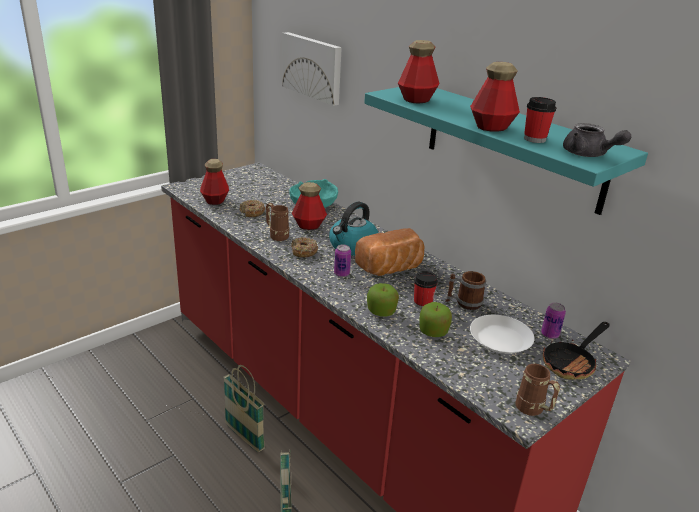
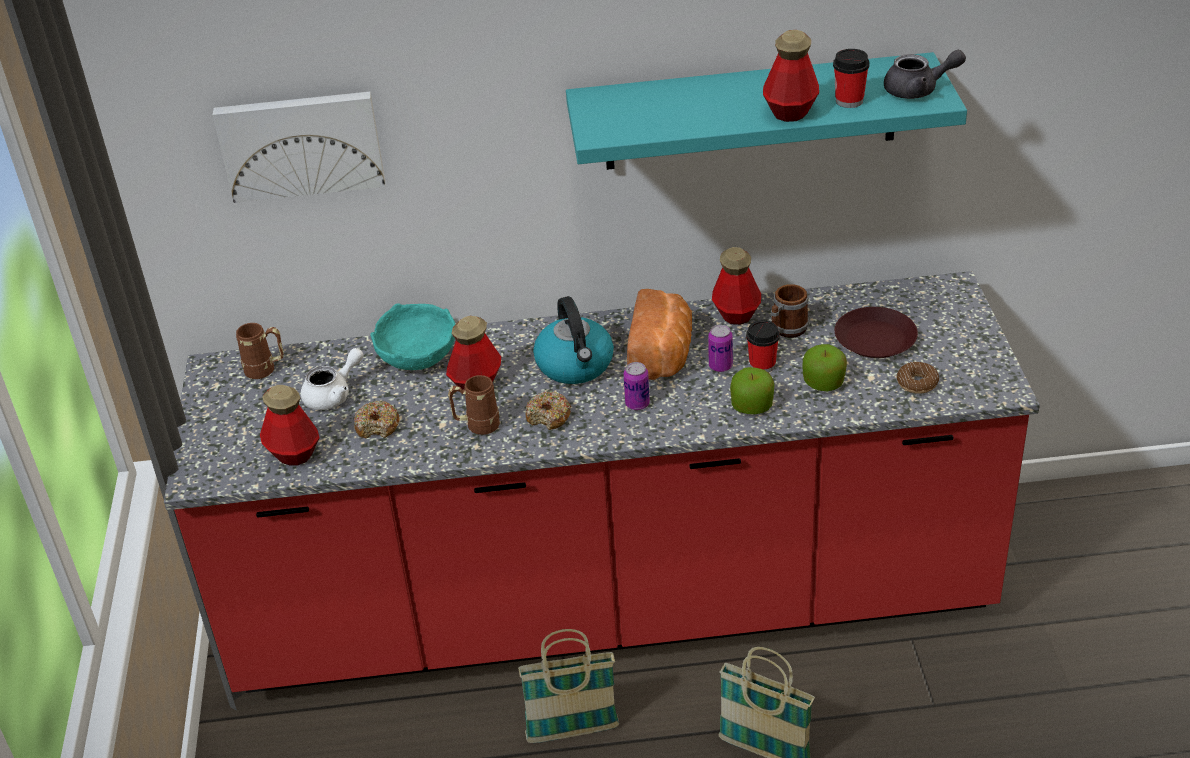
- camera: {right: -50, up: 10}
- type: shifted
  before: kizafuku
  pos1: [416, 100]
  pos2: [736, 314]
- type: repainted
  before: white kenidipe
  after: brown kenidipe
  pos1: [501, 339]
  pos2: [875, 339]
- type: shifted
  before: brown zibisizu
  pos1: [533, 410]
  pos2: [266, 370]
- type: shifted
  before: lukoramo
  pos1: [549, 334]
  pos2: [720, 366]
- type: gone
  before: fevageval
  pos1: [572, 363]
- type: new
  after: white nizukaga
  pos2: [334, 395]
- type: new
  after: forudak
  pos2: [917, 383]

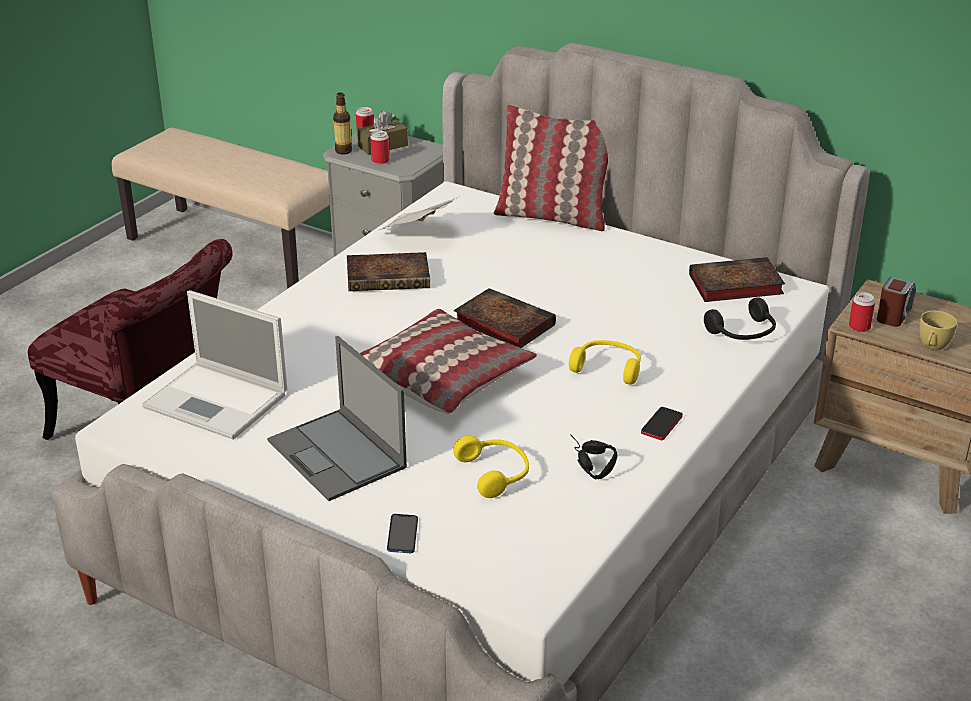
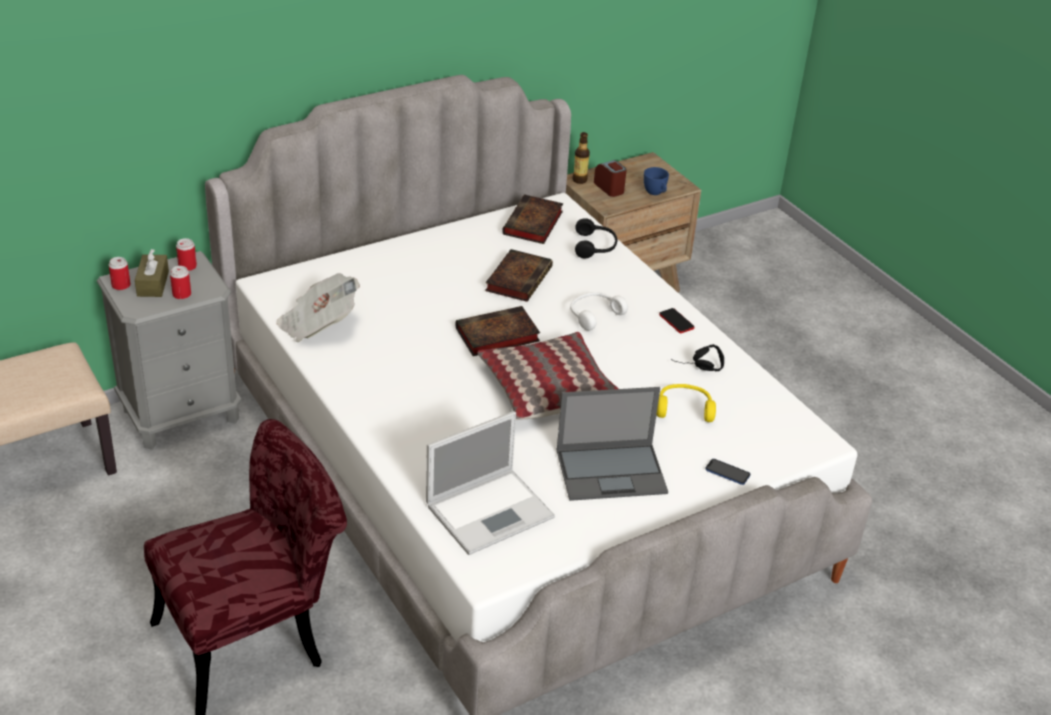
- camera: {right: -65, up: 5}
- type: shifted
  before: kizafuku
  pos1: [343, 151]
  pos2: [579, 180]
- type: shifted
  before: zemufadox
  pos1: [390, 277]
  pos2: [518, 278]
- type: gone
  before: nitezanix
  pos1: [552, 216]
- type: repainted
  before: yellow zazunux
  after: white zazunux
  pos1: [608, 368]
  pos2: [594, 315]
- type: shifted
  before: lukoramo
  pos1: [859, 327]
  pos2: [187, 267]
- type: repainted
  before: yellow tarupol
  after: blue tarupol
  pos1: [932, 347]
  pos2: [655, 193]

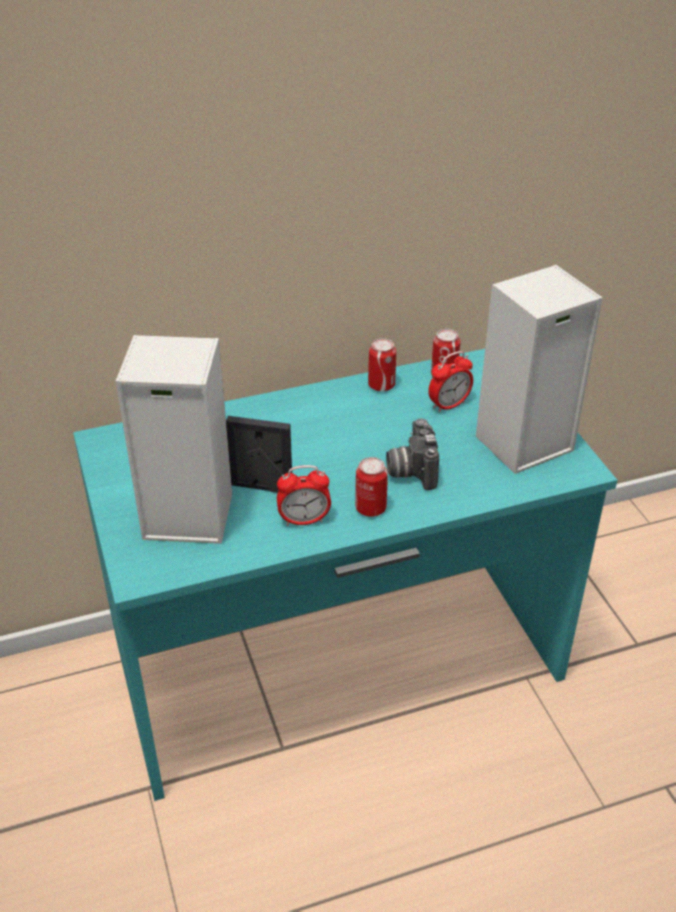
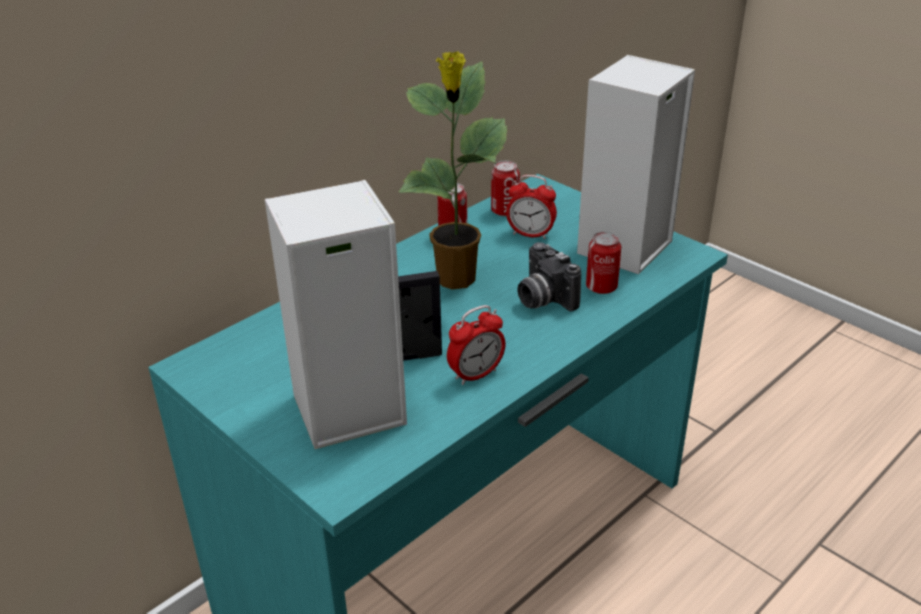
- camera: {right: -25, up: -5}
- type: shifted
  before: lukoramo
  pos1: [370, 508]
  pos2: [601, 287]
- type: rotated
  before: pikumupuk
  pos1: [449, 405]
  pos2: [530, 234]
  turn: 75
- type: new
  after: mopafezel
  pos2: [456, 280]

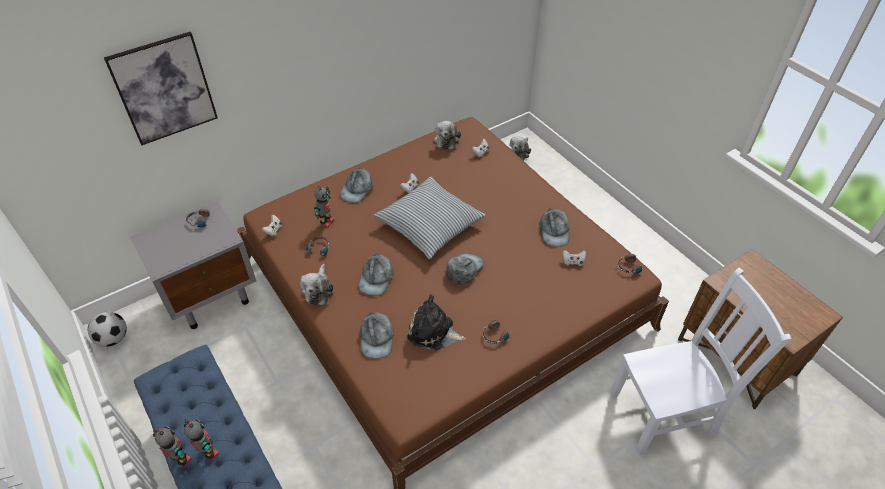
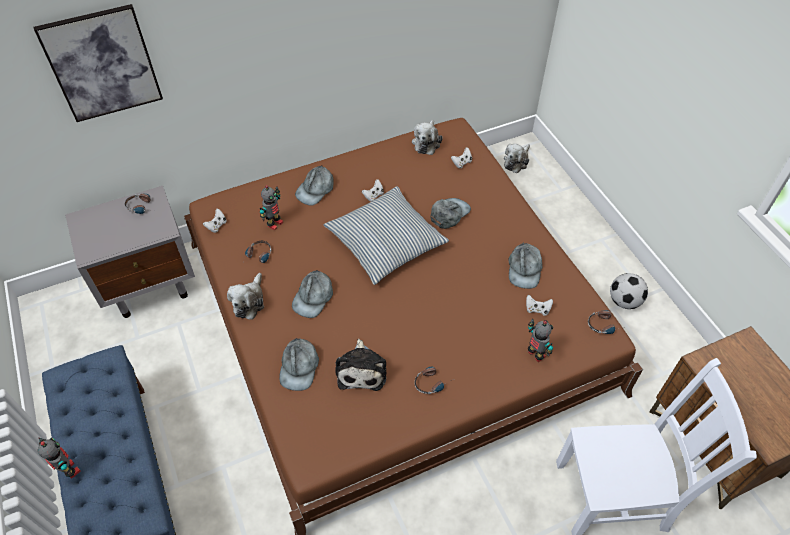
- camera: {right: 10, up: 5}
- type: shifted
  before: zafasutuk
  pos1: [113, 338]
  pos2: [624, 301]
- type: shifted
  before: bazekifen
  pos1: [208, 453]
  pos2: [535, 355]
- type: rotated
  before: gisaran
  pos1: [433, 332]
  pos2: [362, 370]
  turn: -120
- type: shifted
  before: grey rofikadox
  pos1: [463, 269]
  pos2: [449, 213]

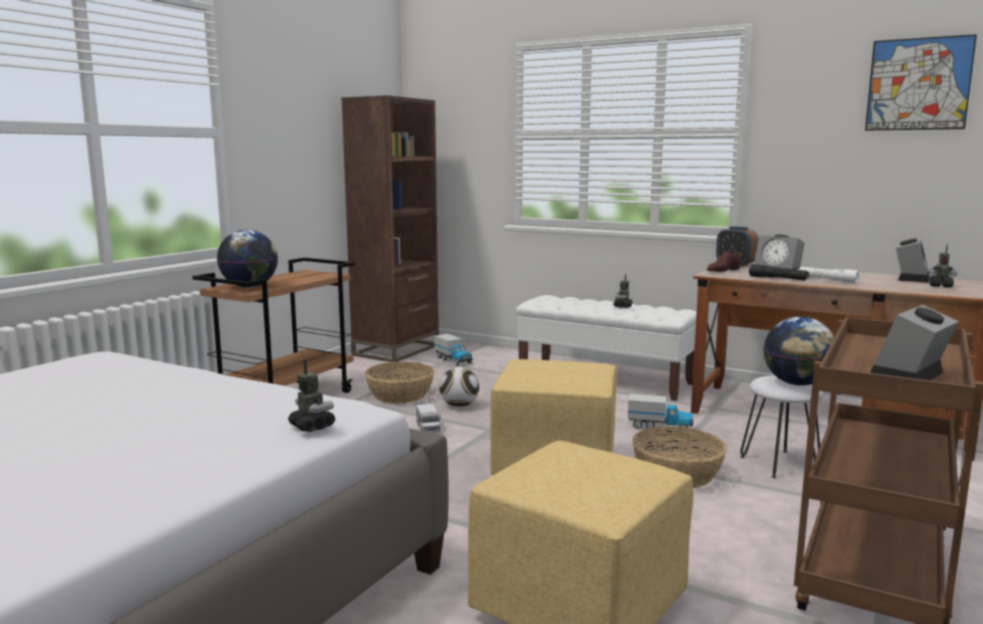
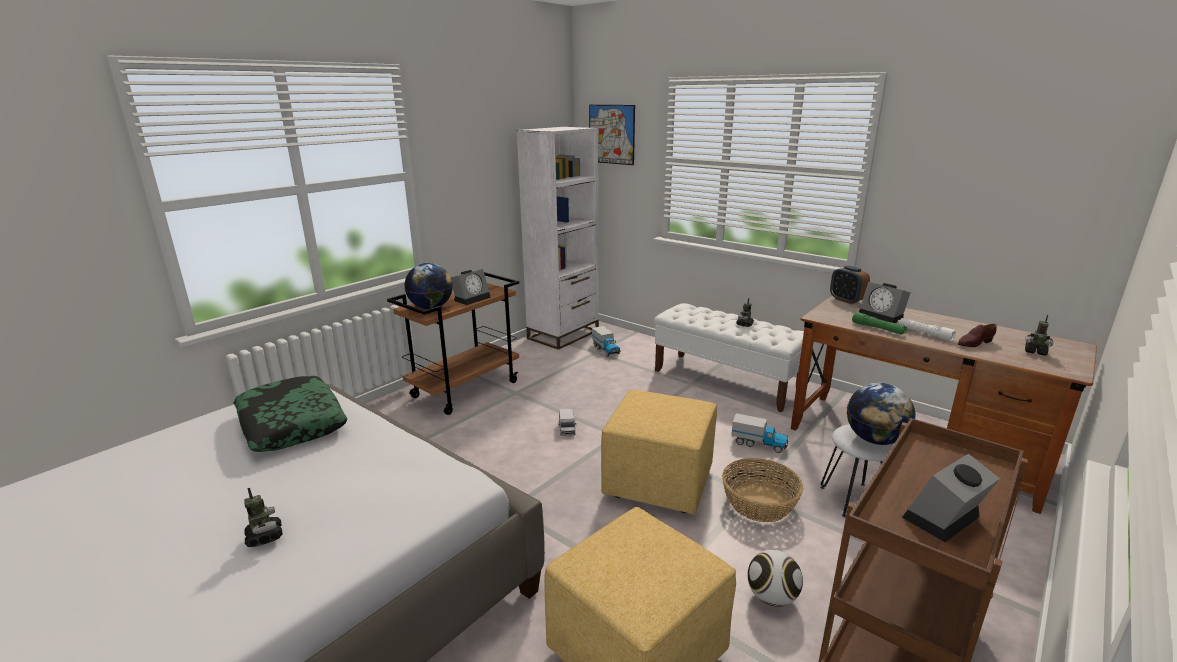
- camera: {right: 10, up: 10}
- type: shifted
  before: bazekifen
  pos1: [312, 426]
  pos2: [264, 537]
- type: repainted
  before: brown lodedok
  after: white lodedok
  pos1: [396, 350]
  pos2: [563, 334]
- type: gone
  before: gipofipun
  pos1: [400, 395]
- type: shifted
  before: zafasutuk
  pos1: [459, 405]
  pos2: [772, 597]
- type: shifted
  before: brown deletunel
  pos1: [723, 270]
  pos2: [974, 343]
- type: repainted
  before: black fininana
  after: green fininana
  pos1: [778, 279]
  pos2: [878, 328]
- type: shifted
  before: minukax
  pos1: [918, 84]
  pos2: [611, 134]
- type: shifted
  before: pikumupuk
  pos1: [911, 278]
  pos2: [472, 298]
- type: new
  after: nitezanix
  pos2: [291, 423]

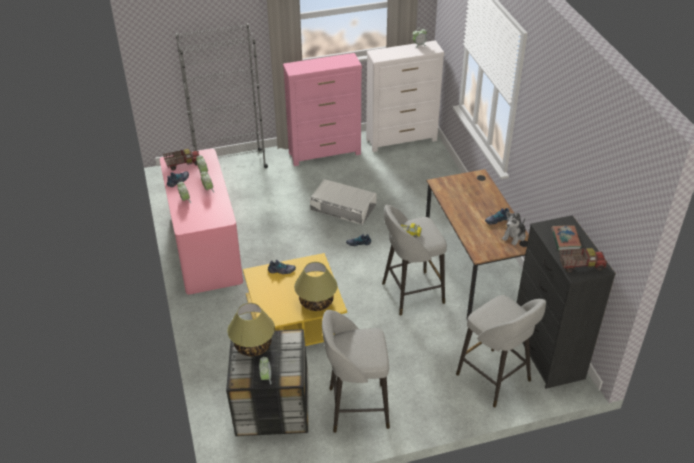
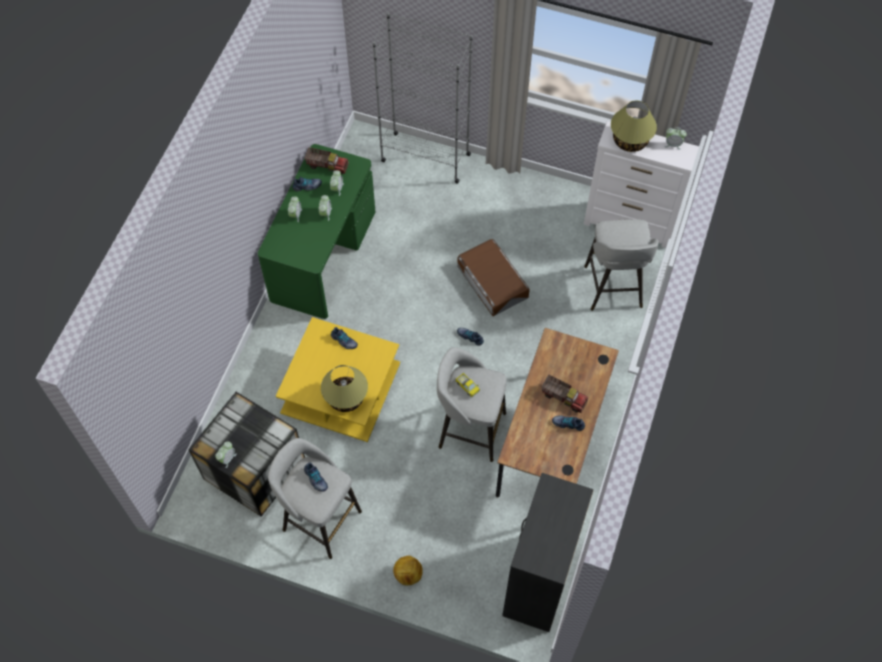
- camera: {right: 35, up: 20}
- type: repainted
  before: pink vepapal
  after: green vepapal
  pos1: [204, 249]
  pos2: [323, 255]
- type: shifted
  before: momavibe
  pos1: [253, 346]
  pos2: [629, 141]
- type: gone
  before: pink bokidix
  pos1: [325, 153]
- type: repainted
  before: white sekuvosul
  after: brown sekuvosul
  pos1: [343, 206]
  pos2: [492, 281]
- type: shifted
  before: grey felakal
  pos1: [495, 379]
  pos2: [613, 288]
- type: gone
  before: gisaran
  pos1: [514, 236]
- type: gone
  before: zemufadox
  pos1: [565, 240]
- type: shifted
  before: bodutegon
  pos1: [580, 265]
  pos2: [563, 397]
- type: new
  after: deletunel
  pos2: [315, 479]
- type: new
  after: zafasutuk
  pos2: [408, 574]

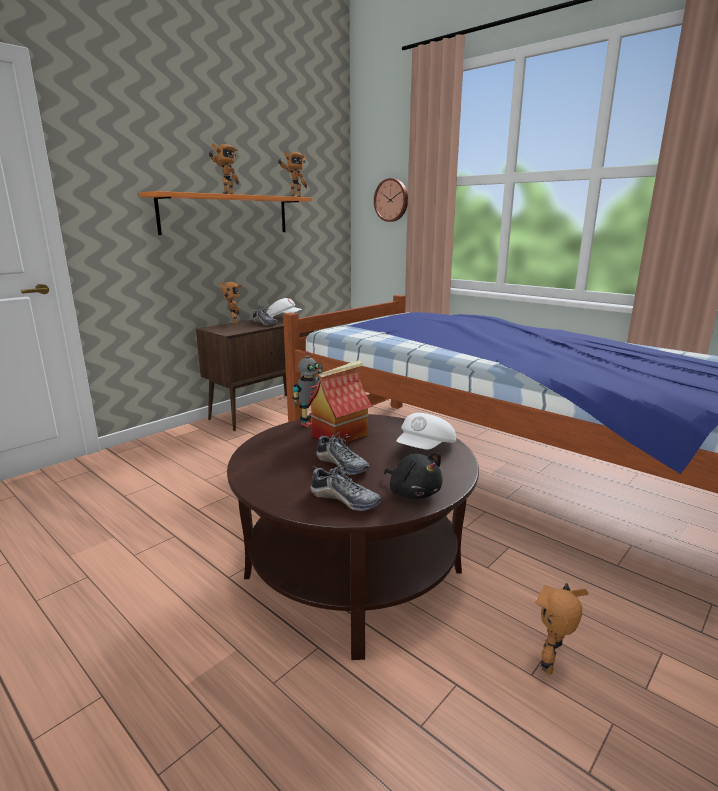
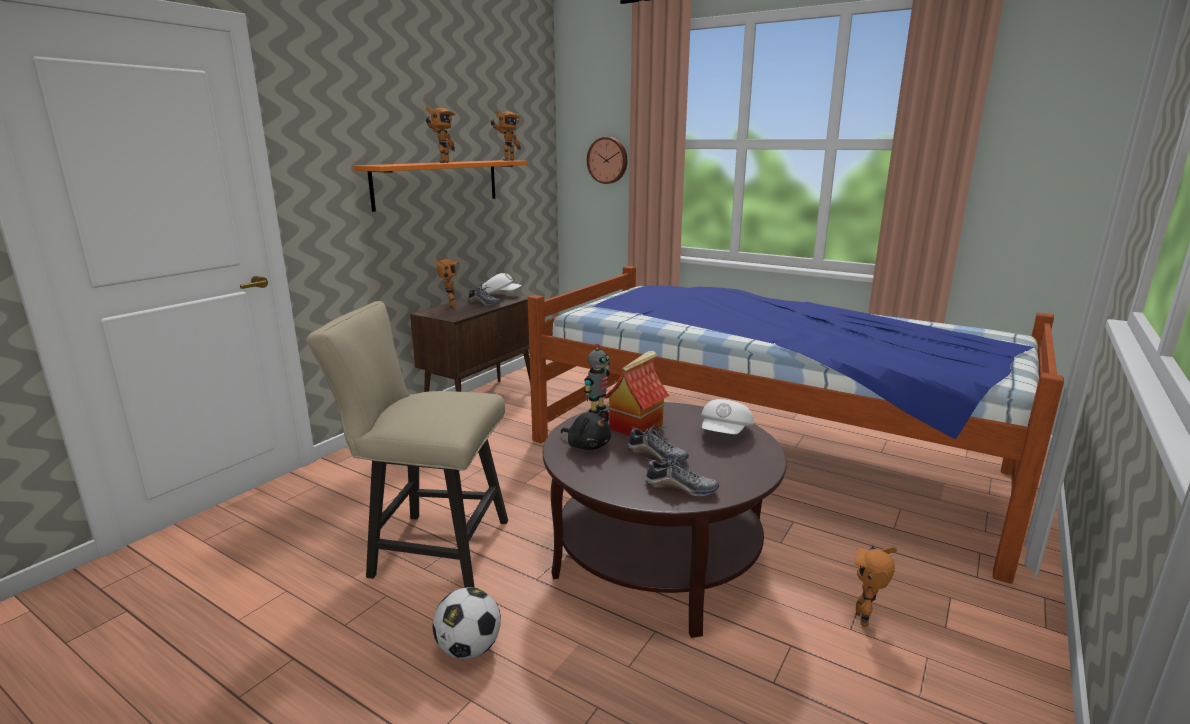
- camera: {right: -10, up: 0}
- type: shifted
  before: black gisaran
  pos1: [413, 492]
  pos2: [587, 445]
- type: new
  after: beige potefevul
  pos2: [430, 548]
- type: new
  after: zafasutuk
  pos2: [469, 649]

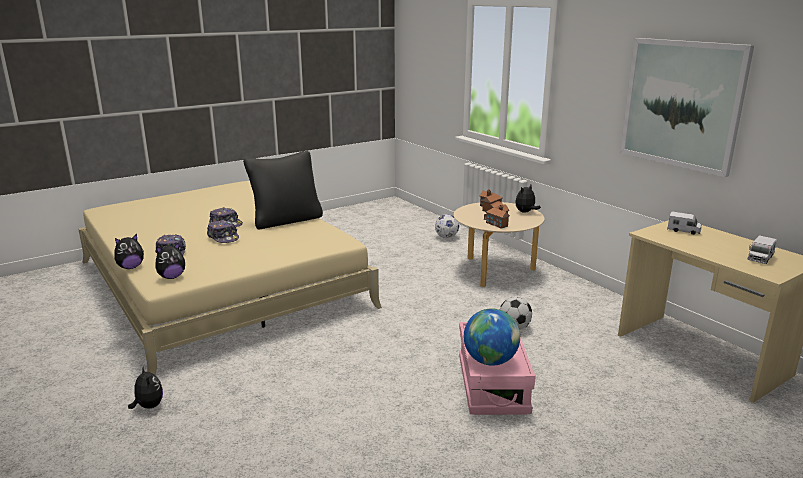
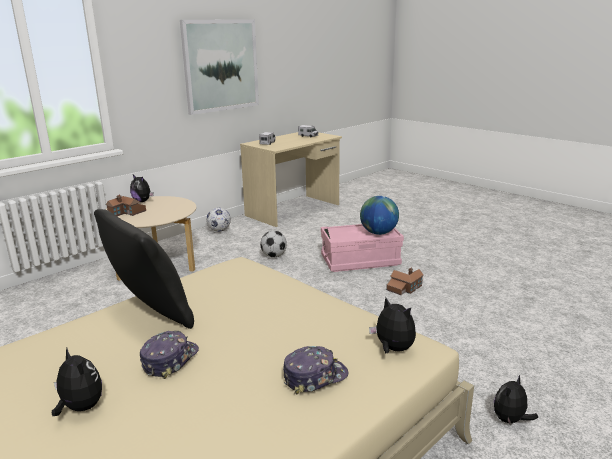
- camera: {right: -100, up: 0}
- type: shifted
  before: gisaran
  pos1: [130, 267]
  pos2: [80, 407]
- type: gone
  before: rofikadox
  pos1: [223, 237]
- type: shifted
  before: zafasutuk
  pos1: [446, 237]
  pos2: [219, 230]
- type: shifted
  before: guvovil
  pos1: [497, 222]
  pos2: [404, 288]

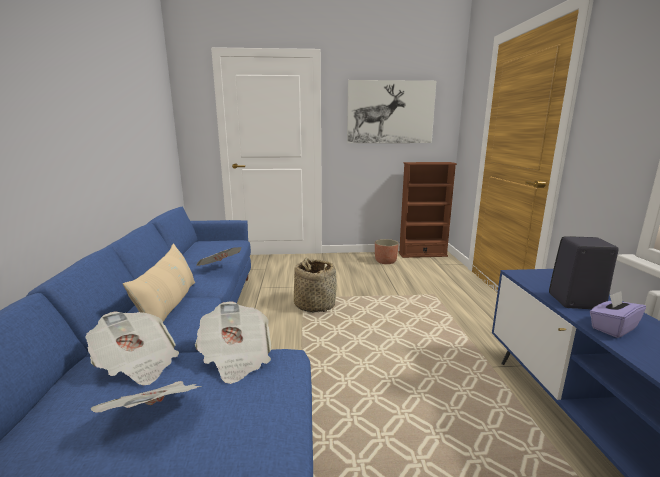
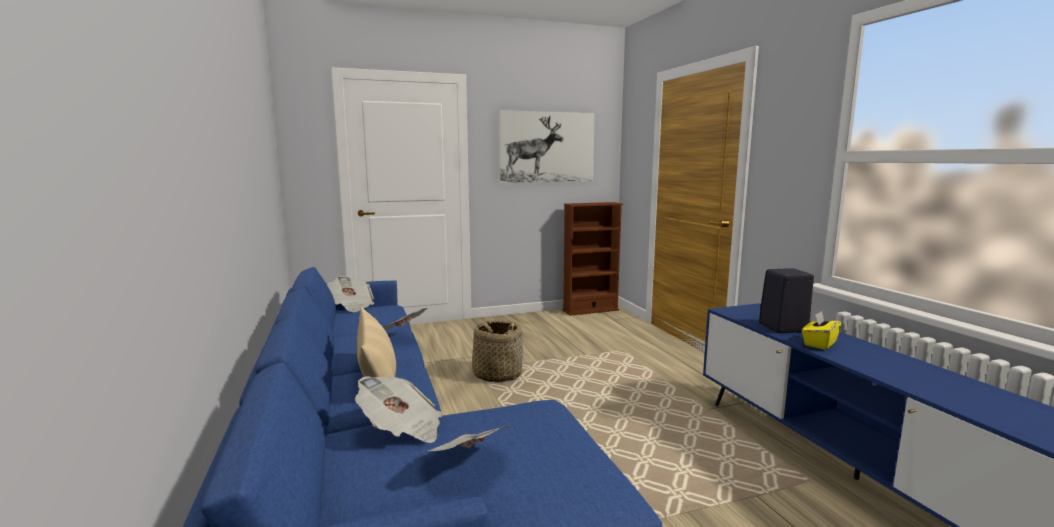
- camera: {right: -15, up: -5}
- type: shifted
  before: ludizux
  pos1: [236, 358]
  pos2: [351, 306]
- type: gone
  before: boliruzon
  pos1: [385, 261]
- type: repainted
  before: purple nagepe
  after: yellow nagepe
  pos1: [612, 328]
  pos2: [819, 343]

